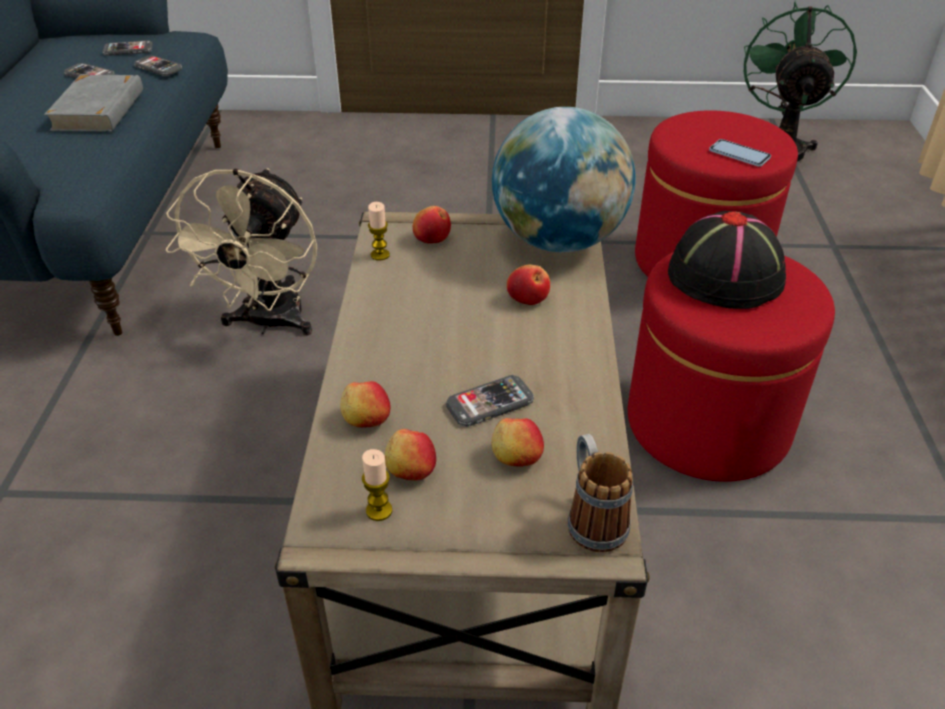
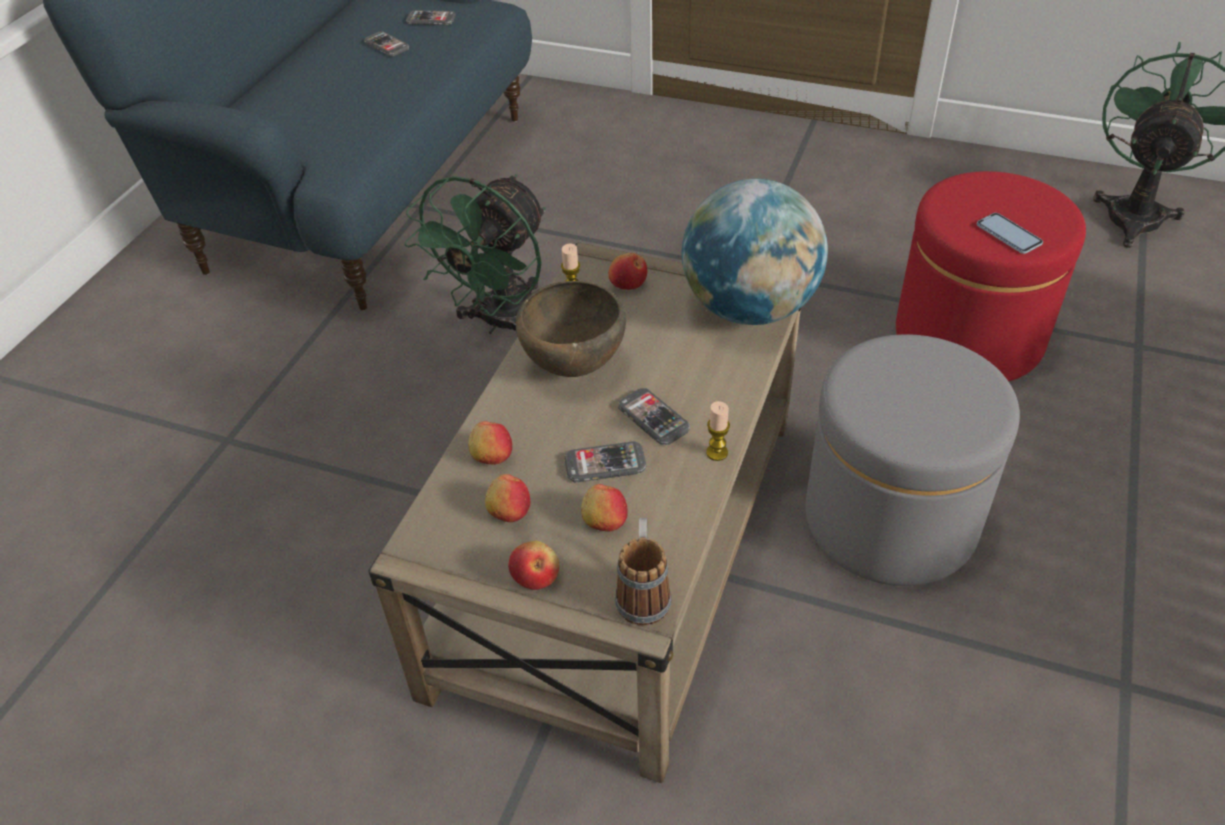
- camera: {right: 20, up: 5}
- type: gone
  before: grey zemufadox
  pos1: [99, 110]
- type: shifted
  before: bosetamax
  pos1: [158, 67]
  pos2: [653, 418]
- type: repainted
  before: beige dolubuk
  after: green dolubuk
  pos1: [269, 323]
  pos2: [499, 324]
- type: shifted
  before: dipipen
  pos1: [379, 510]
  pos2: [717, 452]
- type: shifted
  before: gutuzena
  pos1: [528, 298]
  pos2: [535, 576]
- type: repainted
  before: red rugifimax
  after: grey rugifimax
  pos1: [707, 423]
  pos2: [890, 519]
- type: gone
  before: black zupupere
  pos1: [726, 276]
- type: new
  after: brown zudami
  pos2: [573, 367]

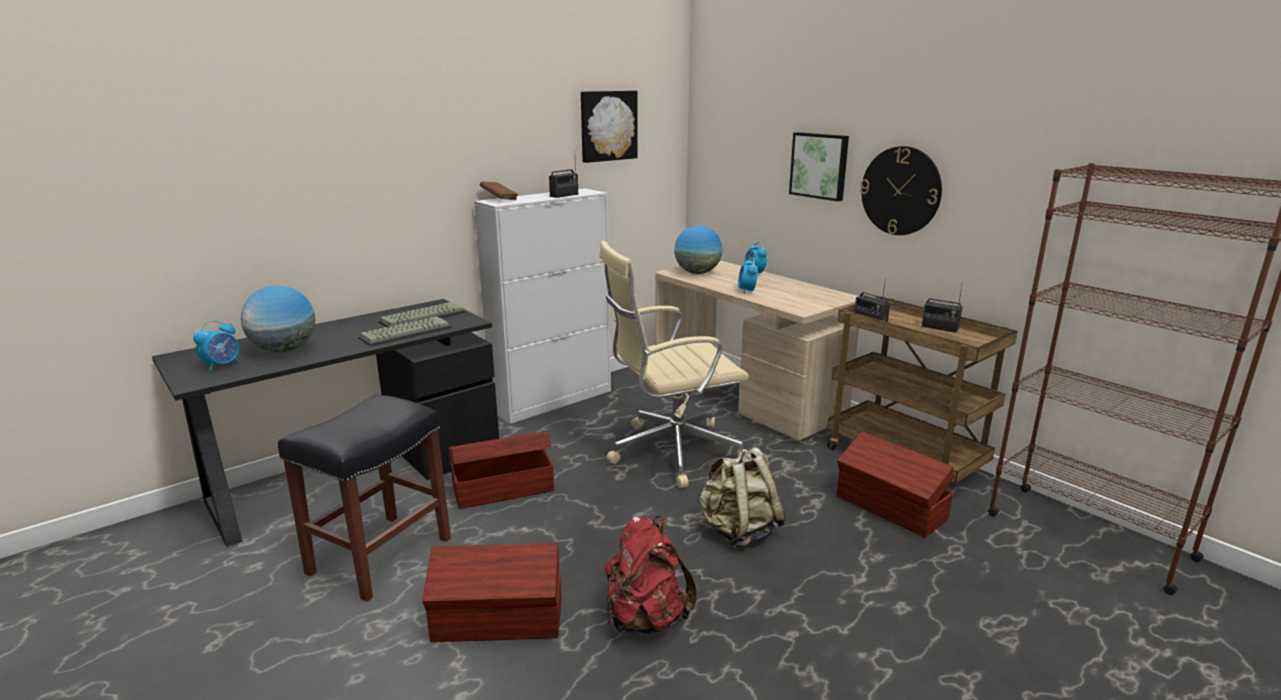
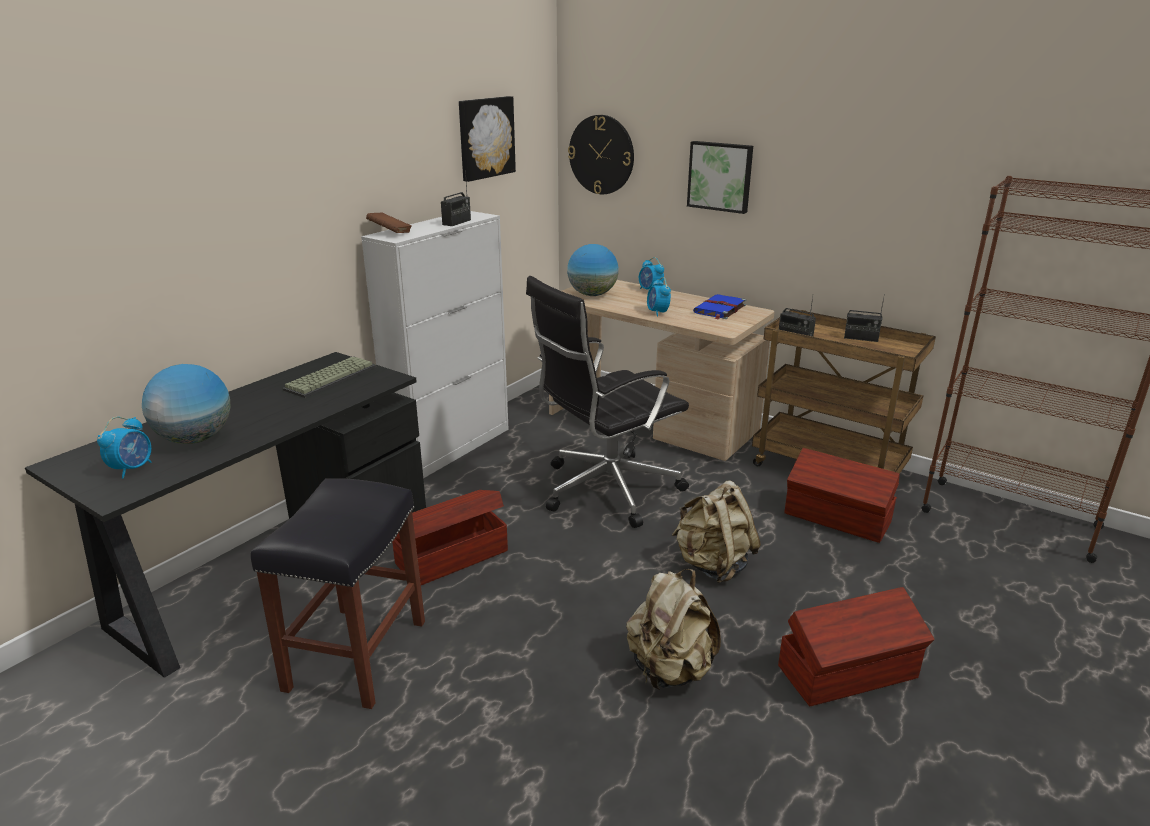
- camera: {right: -15, up: 5}
- type: gone
  before: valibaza
  pos1: [406, 332]
- type: shifted
  before: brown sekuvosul
  pos1: [499, 621]
  pos2: [849, 673]
- type: repainted
  before: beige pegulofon
  after: black pegulofon
  pos1: [671, 452]
  pos2: [606, 490]
- type: repainted
  before: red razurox
  after: beige razurox
  pos1: [645, 619]
  pos2: [670, 670]
- type: shifted
  before: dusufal
  pos1: [900, 191]
  pos2: [601, 155]
- type: new
  after: blue zemufadox
  pos2: [719, 309]

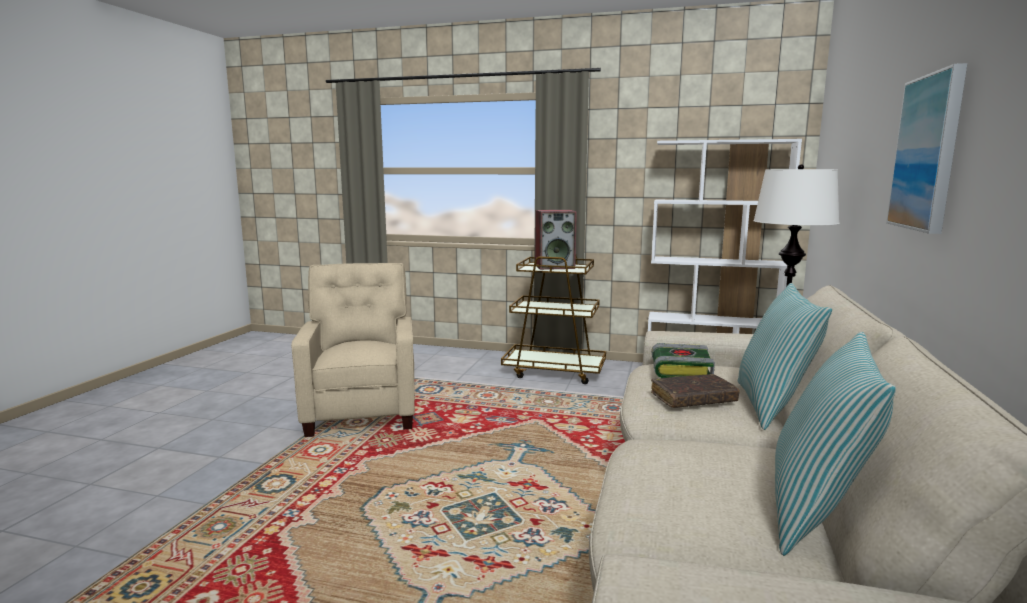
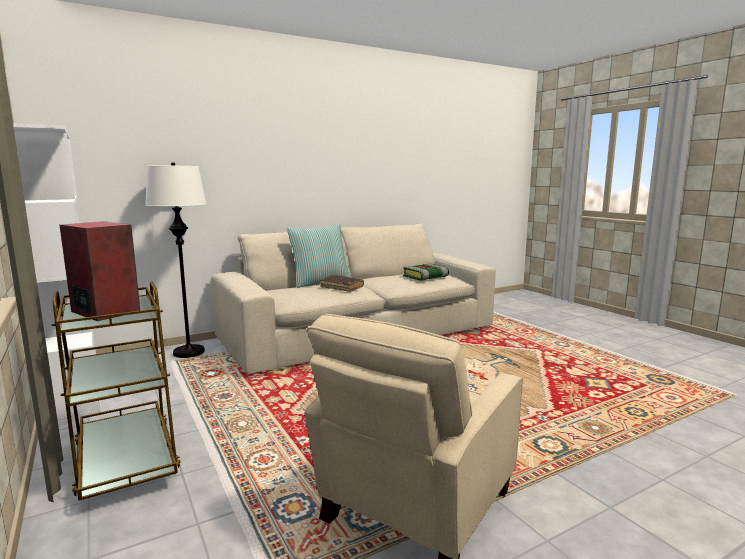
- camera: {right: -135, up: 0}
- type: shifted
  before: zemufadox
  pos1: [679, 370]
  pos2: [425, 277]
- type: gone
  before: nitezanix
  pos1: [816, 511]
- type: gone
  before: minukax
  pos1: [927, 153]

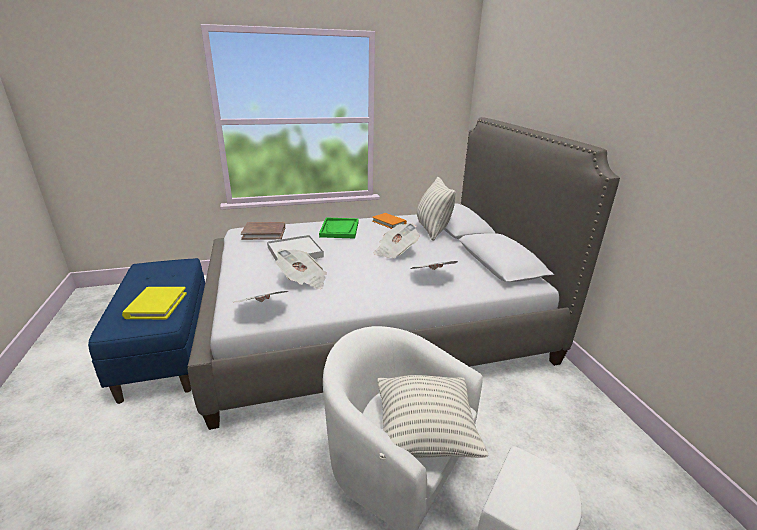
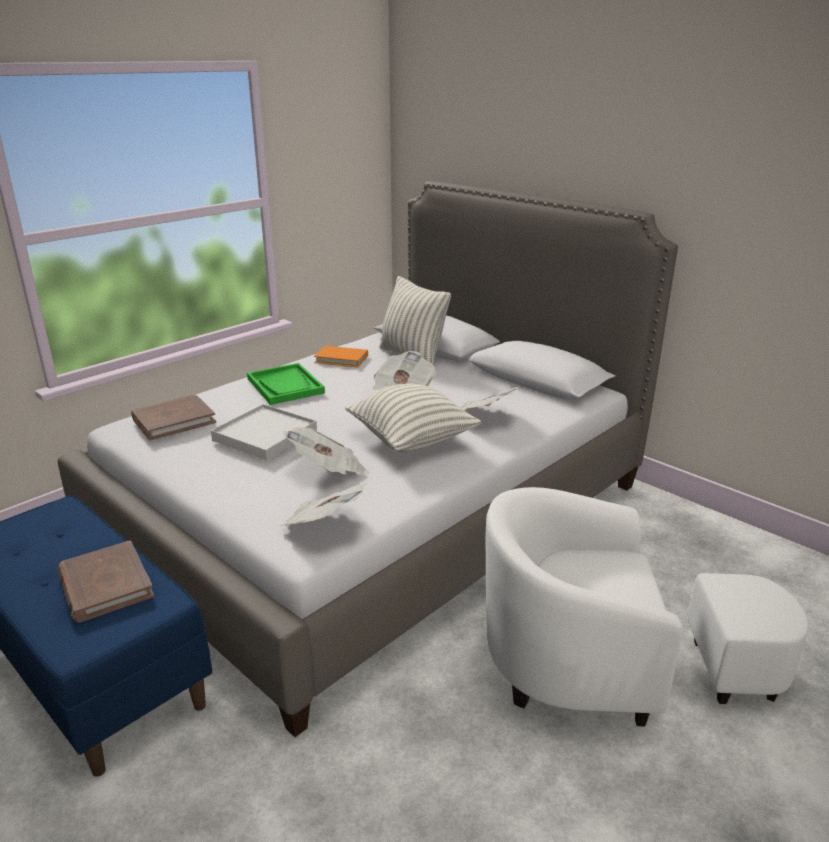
- camera: {right: -30, up: 0}
- type: repainted
  before: yellow zemufadox
  after: brown zemufadox
  pos1: [156, 305]
  pos2: [105, 585]
- type: shifted
  before: nitezanix
  pos1: [424, 434]
  pos2: [411, 440]

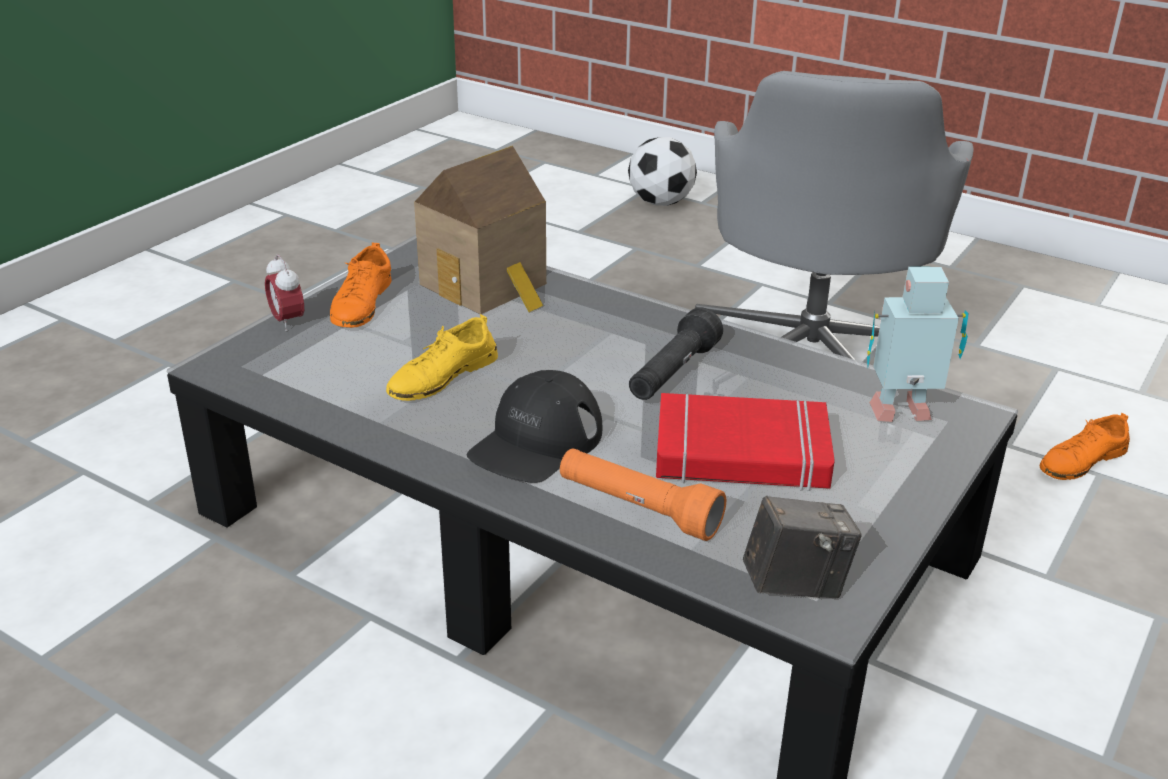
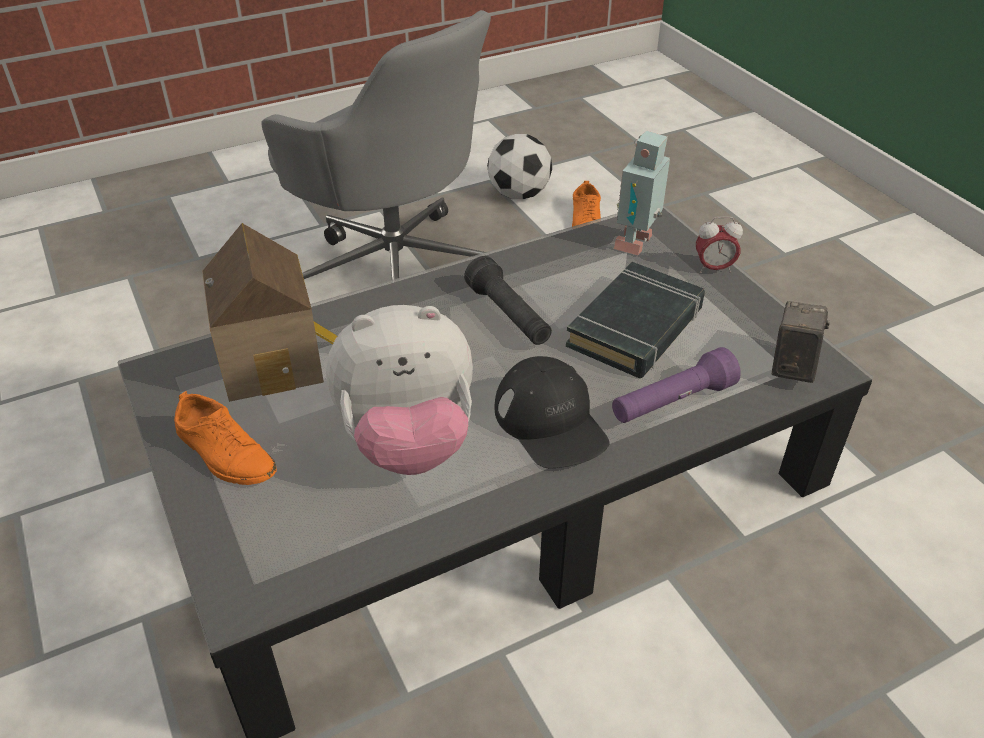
- camera: {right: -60, up: 10}
- type: shifted
  before: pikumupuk
  pos1: [288, 322]
  pos2: [713, 268]
- type: swapped
  before: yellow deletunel
  after: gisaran
  pos1: [442, 376]
  pos2: [408, 442]
- type: repainted
  before: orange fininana
  after: purple fininana
  pos1: [638, 509]
  pos2: [672, 402]
- type: shifted
  before: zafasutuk
  pos1: [660, 202]
  pos2: [519, 194]
- type: repainted
  before: red zemufadox
  after: black zemufadox
  pos1: [741, 454]
  pos2: [636, 328]

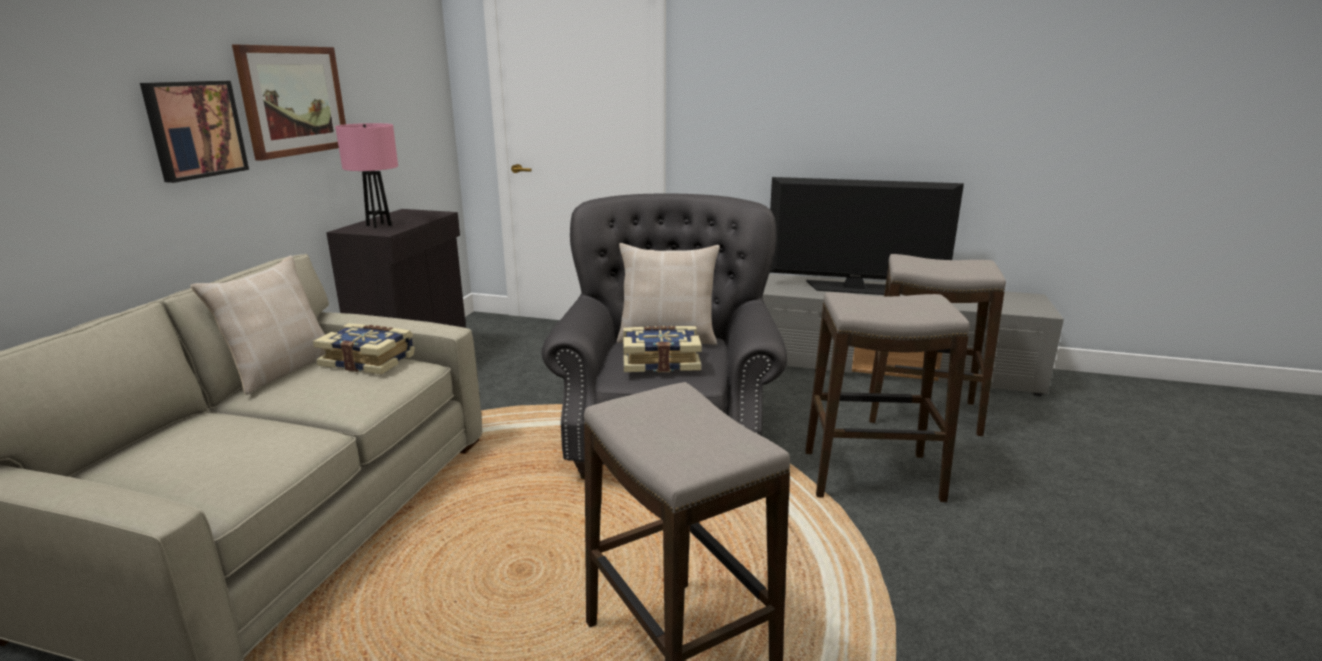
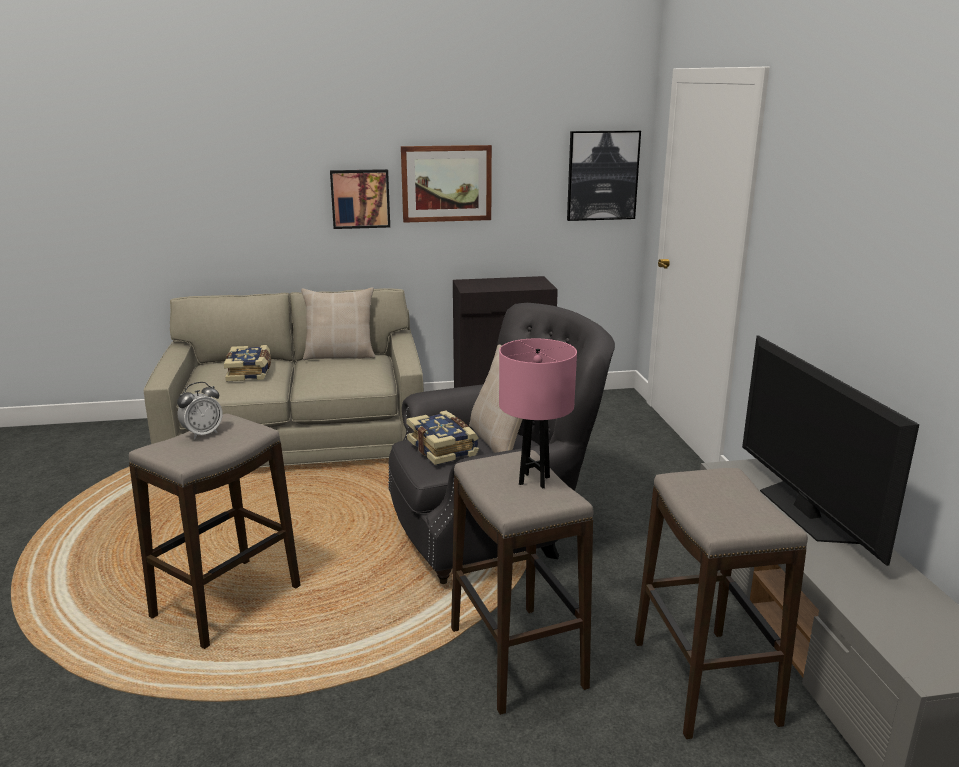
- camera: {right: 65, up: 0}
- type: shifted
  before: zemufadox
  pos1: [369, 360]
  pos2: [250, 372]
- type: shifted
  before: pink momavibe
  pos1: [379, 225]
  pos2: [534, 480]
- type: new
  after: pikumupuk
  pos2: [202, 434]
- type: new
  after: minukax
  pos2: [602, 175]

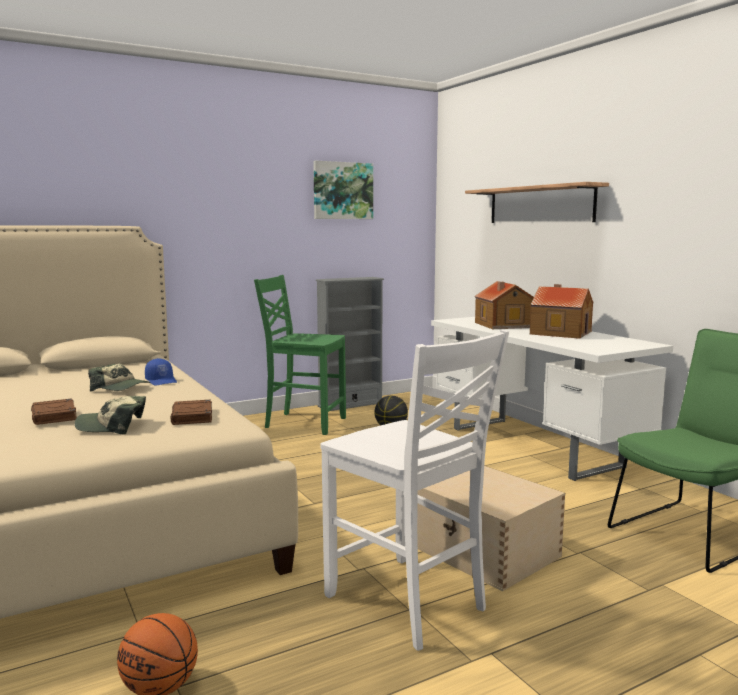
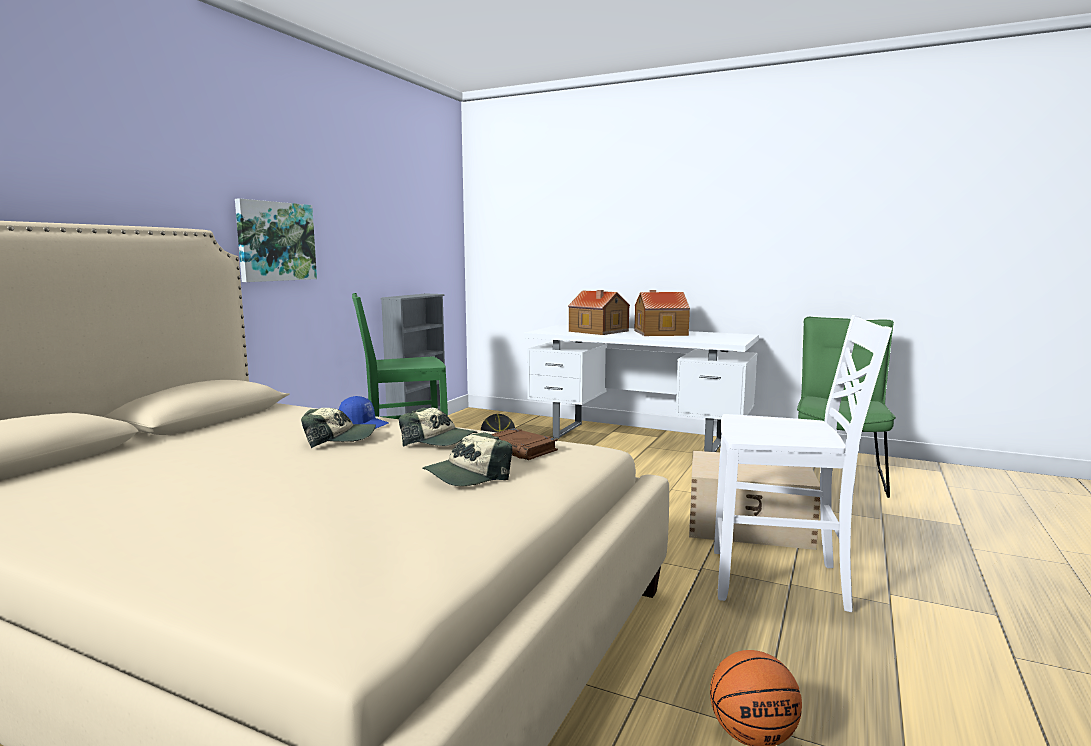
- camera: {right: -35, up: 0}
- type: gone
  before: brown zemufadox
  pos1: [54, 416]
- type: shifted
  before: minukax
  pos1: [342, 190]
  pos2: [275, 241]
- type: gone
  before: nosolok
  pos1: [540, 205]
- type: new
  after: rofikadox
  pos2: [439, 441]

